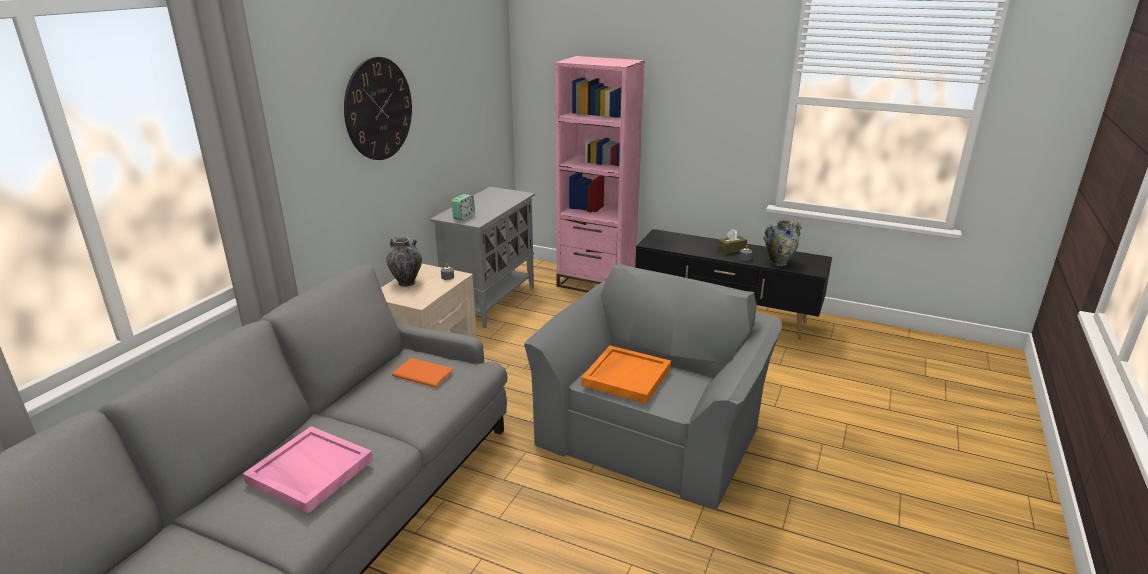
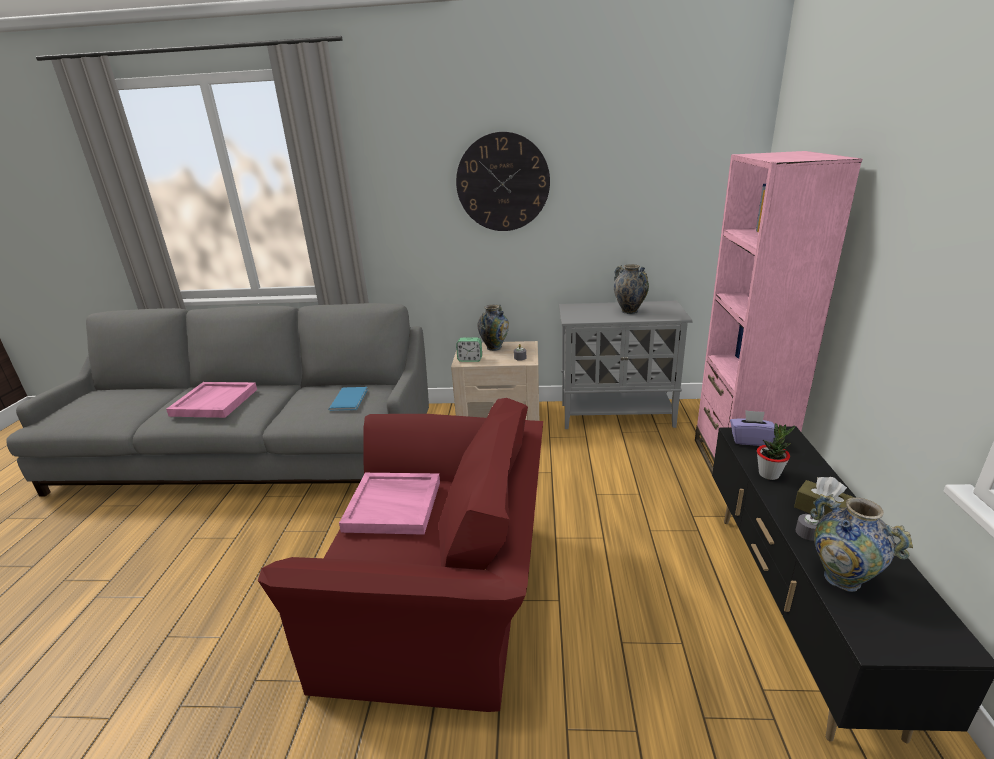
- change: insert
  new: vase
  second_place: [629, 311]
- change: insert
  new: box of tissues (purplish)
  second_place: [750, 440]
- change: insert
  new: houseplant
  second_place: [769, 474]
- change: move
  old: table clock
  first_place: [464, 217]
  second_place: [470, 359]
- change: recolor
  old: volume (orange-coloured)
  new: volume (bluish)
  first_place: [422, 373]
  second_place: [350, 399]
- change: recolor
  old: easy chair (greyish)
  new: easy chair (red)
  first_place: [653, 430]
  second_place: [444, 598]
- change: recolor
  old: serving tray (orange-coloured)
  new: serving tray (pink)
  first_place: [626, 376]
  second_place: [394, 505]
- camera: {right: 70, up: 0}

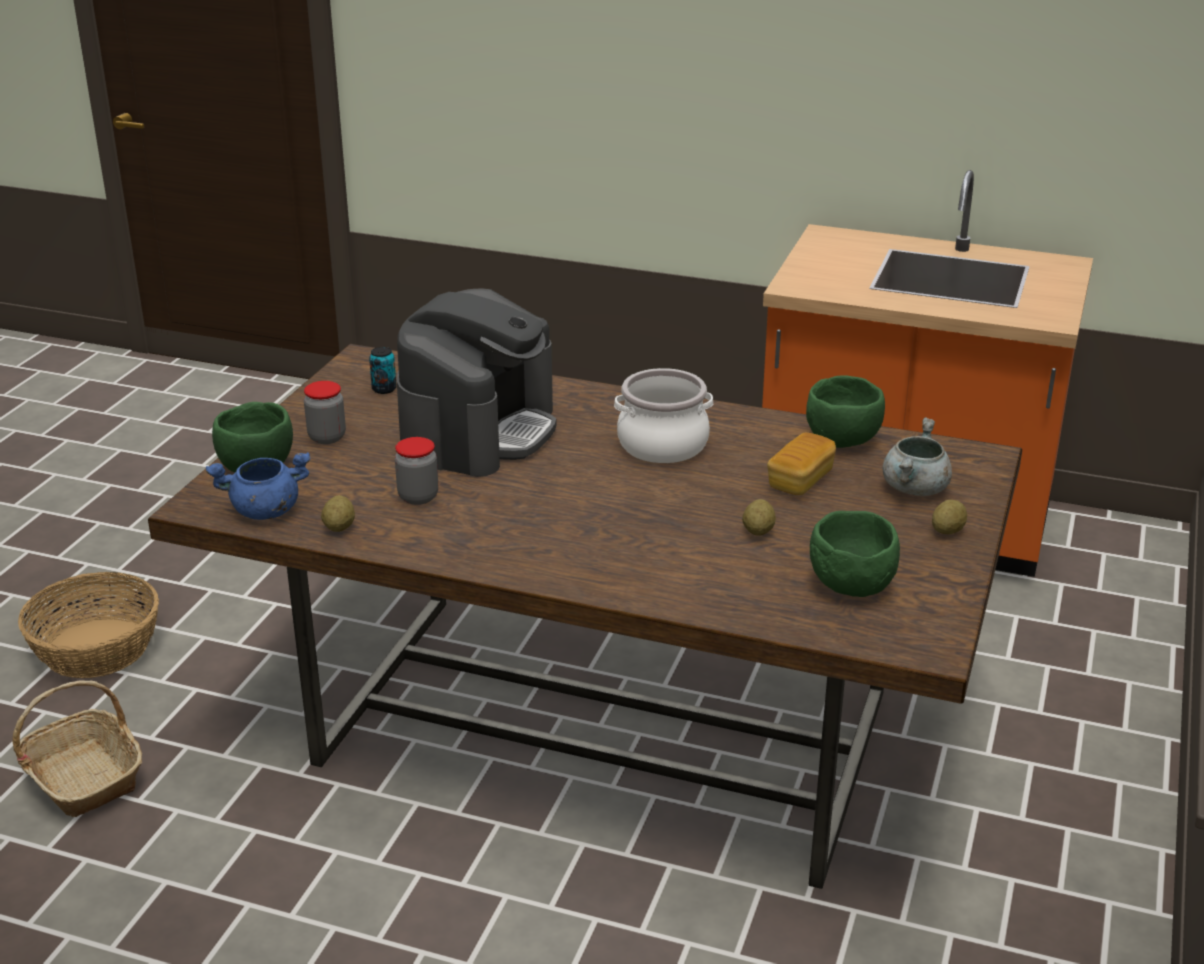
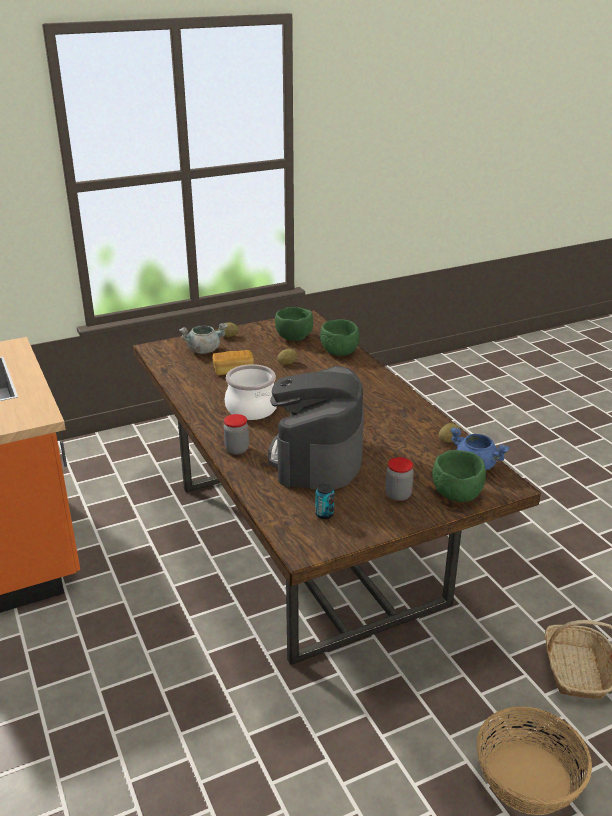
- change: move
  old: preserve jar
  first_place: [418, 497]
  second_place: [237, 449]
- change: move
  old: bowl (green)
  first_place: [843, 439]
  second_place: [338, 352]
- change: rotate
  old: coffee machine
  first_place: [479, 431]
  second_place: [317, 458]
  degrees: -60
- camera: {right: -135, up: 0}

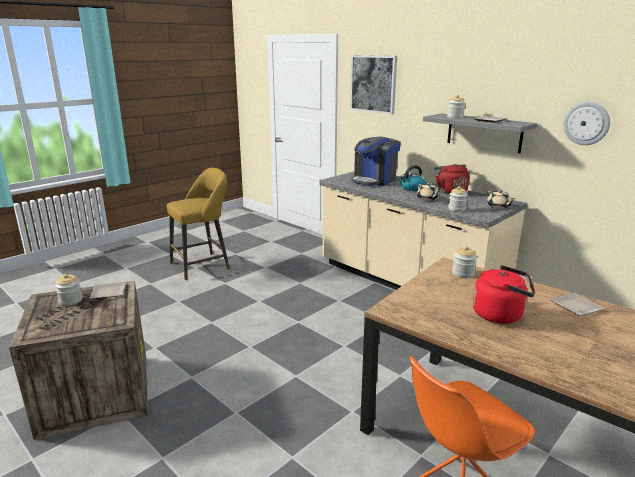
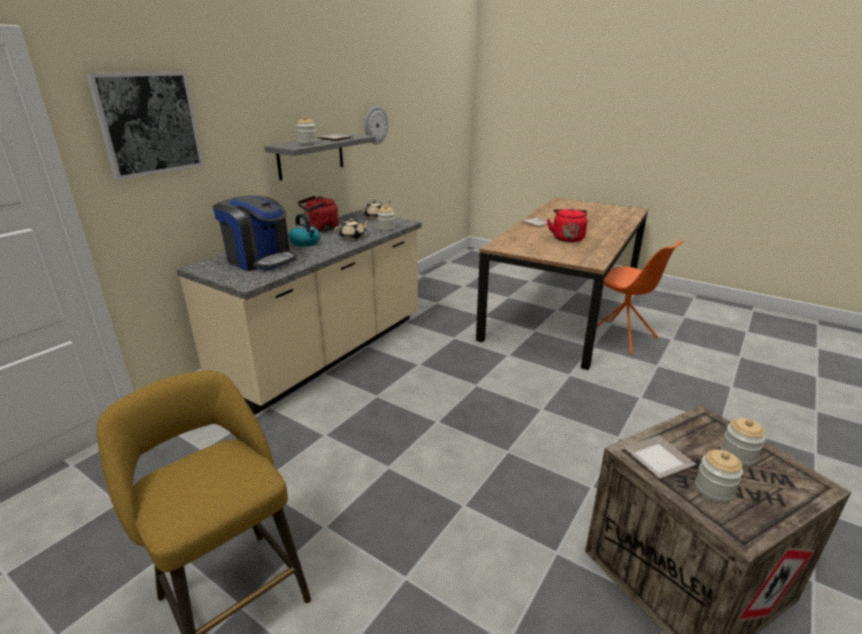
- change: move
  old: preserve jar
  first_place: [463, 273]
  second_place: [737, 456]
- camera: {right: -100, up: 5}

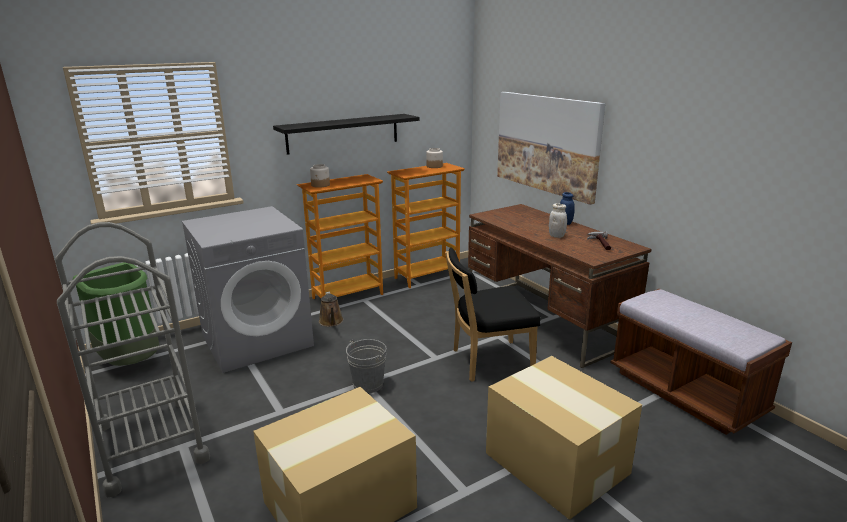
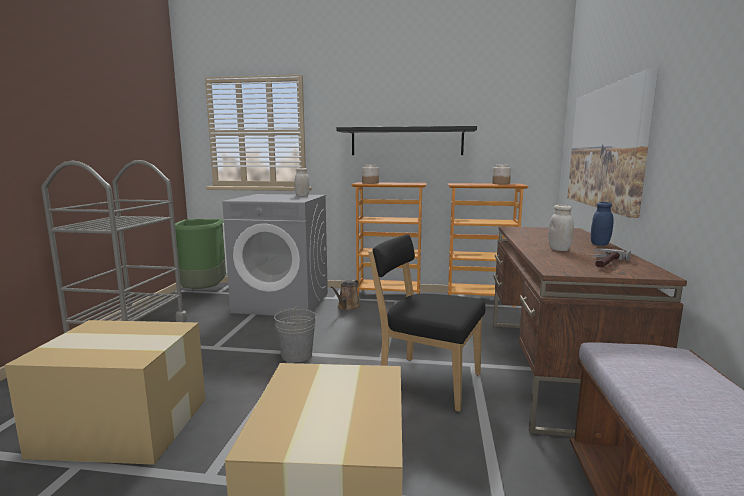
- change: insert
  new: preserve jar (whitish)
  second_place: [302, 196]
- camera: {right: 40, up: -10}

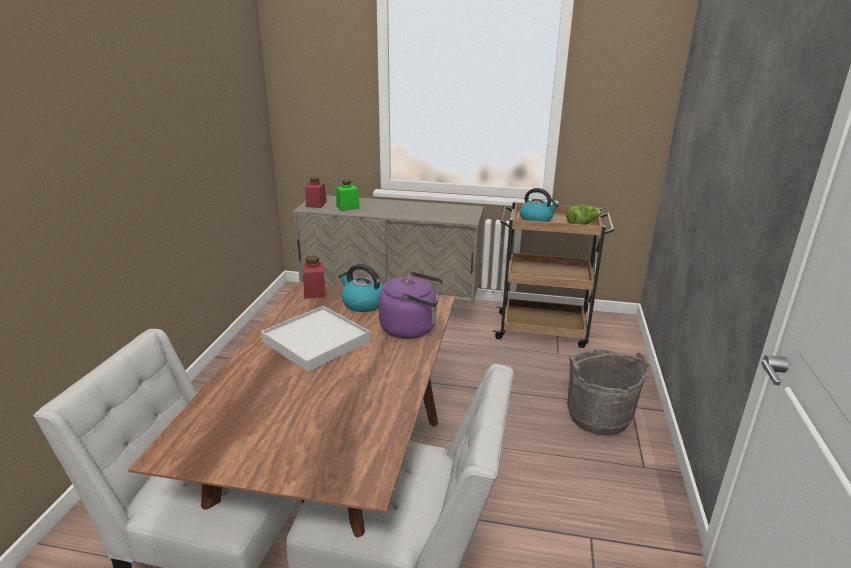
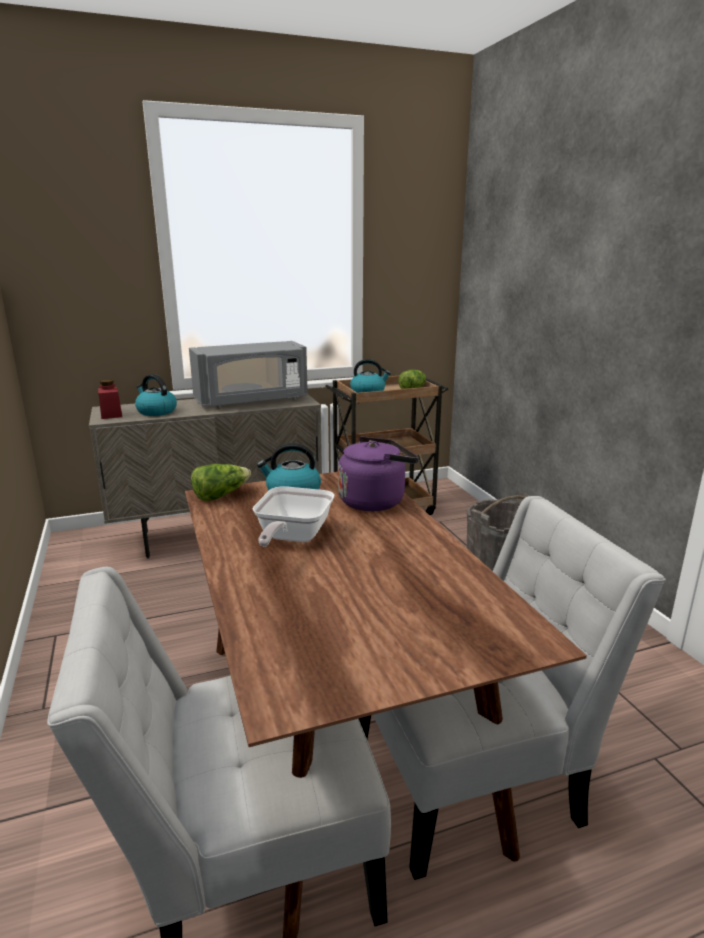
- change: insert
  new: microwave (greyish)
  second_place: [252, 401]
- change: replace
  old: serving tray (whitish)
  new: pan
  first_place: [316, 341]
  second_place: [291, 538]
- change: replace
  old: preserve jar (red)
  new: lettuce head
  first_place: [314, 292]
  second_place: [221, 495]
- change: replace
  old: preserve jar (green)
  new: water kettle
  first_place: [348, 207]
  second_place: [156, 411]
- camera: {right: -30, up: -5}

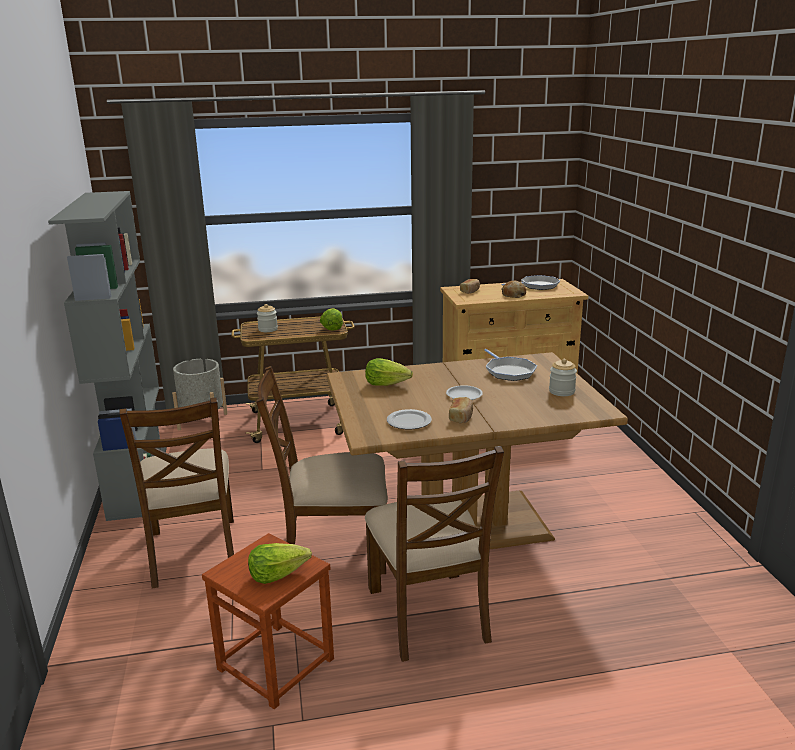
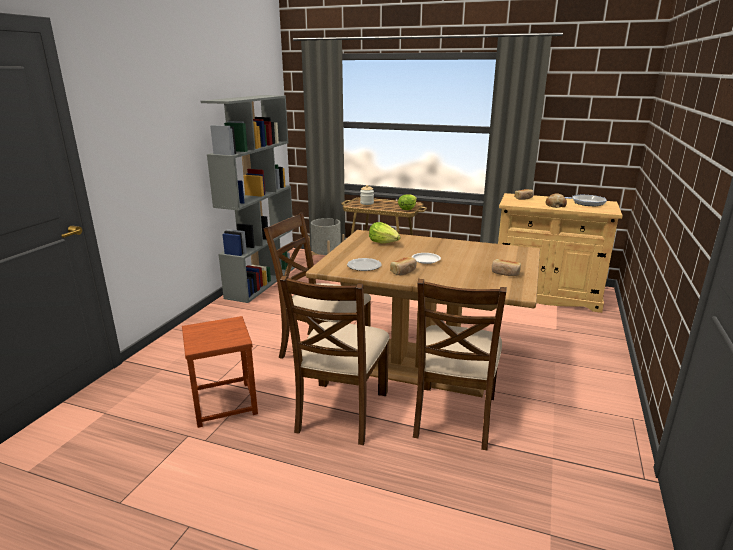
- change: delete
  old: lettuce head
  first_place: [277, 574]
- change: delete
  old: pan
  first_place: [509, 371]
- change: move
  old: upright chair (brownish)
  first_place: [193, 551]
  second_place: [453, 415]
- change: replace
  old: preserve jar
  new: baked bread
  first_place: [561, 391]
  second_place: [505, 273]
- camera: {right: 30, up: 0}

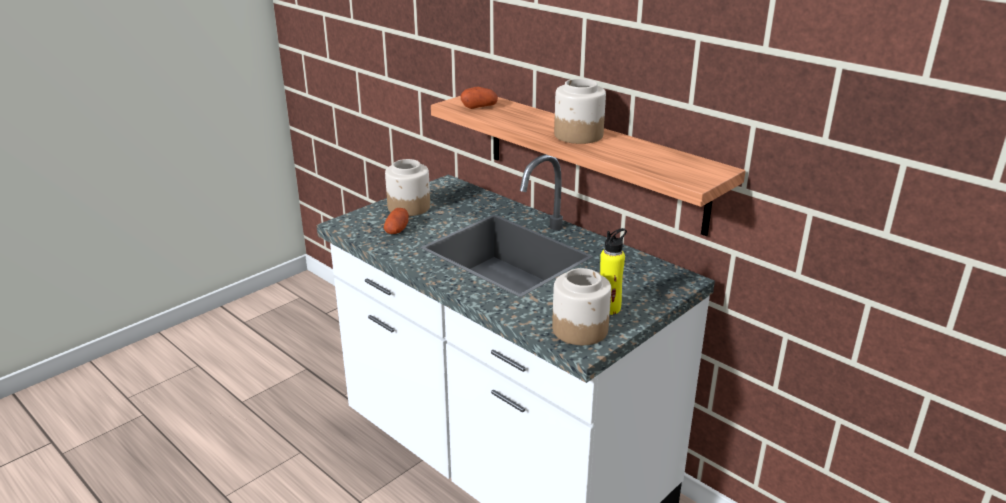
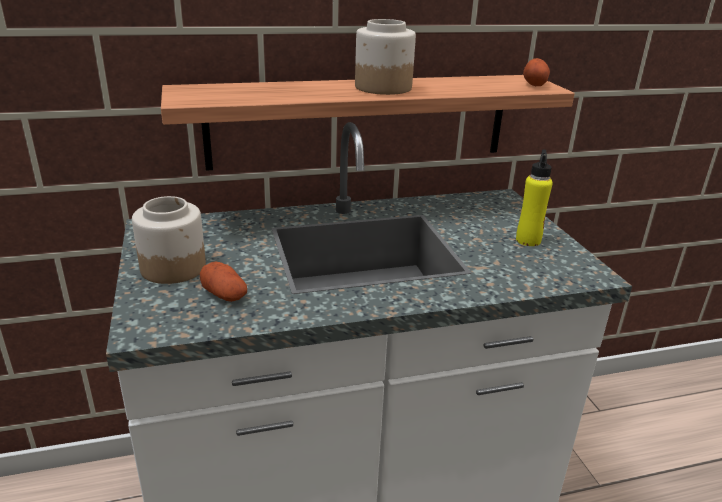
- change: delete
  old: preserve jar
  first_place: [580, 329]
- change: move
  old: spud
  first_place: [479, 107]
  second_place: [534, 84]
- camera: {right: -60, up: 0}

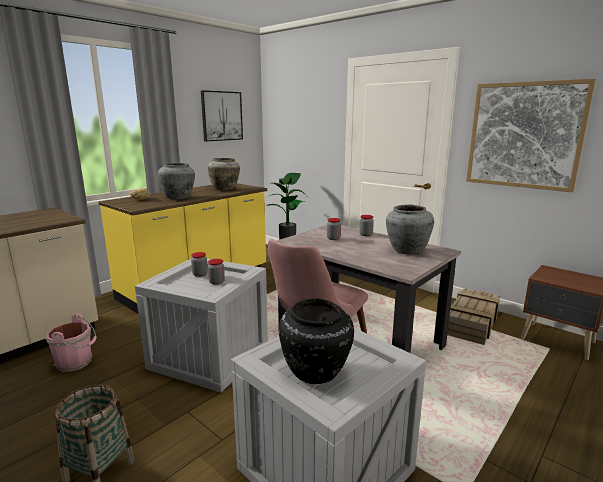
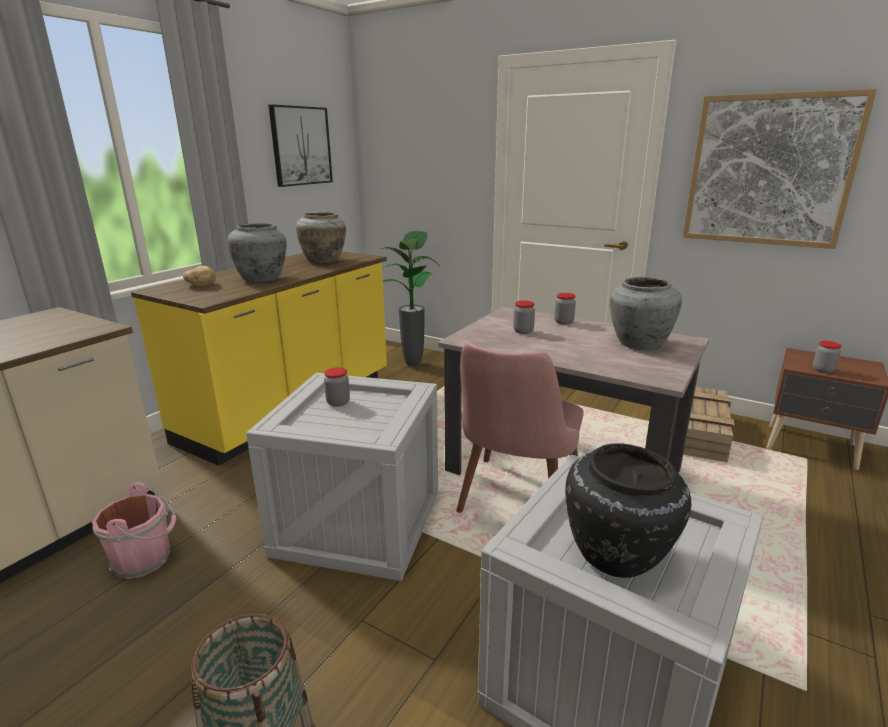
- change: move
  old: preserve jar
  first_place: [216, 282]
  second_place: [823, 370]
- camera: {right: -10, up: 5}

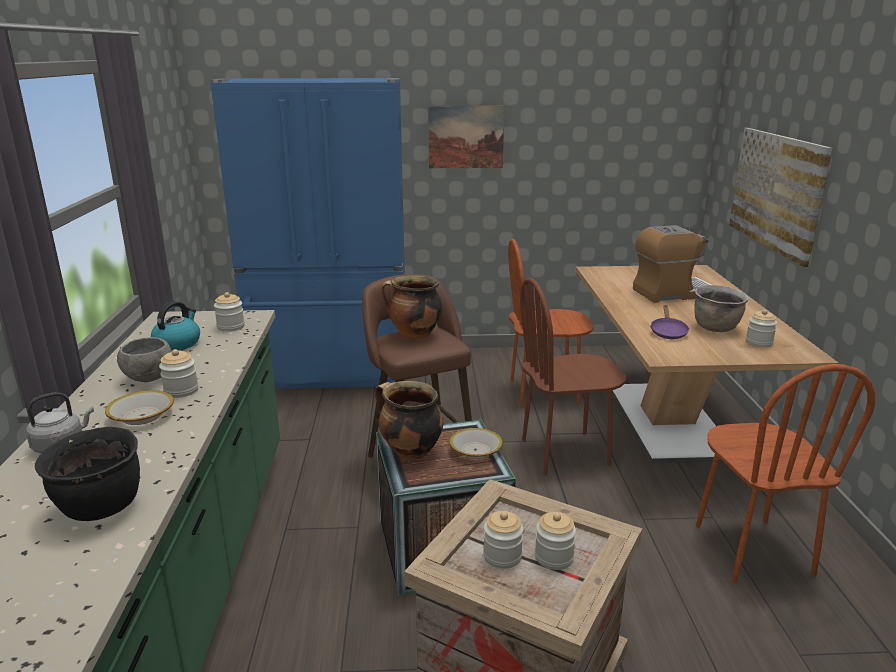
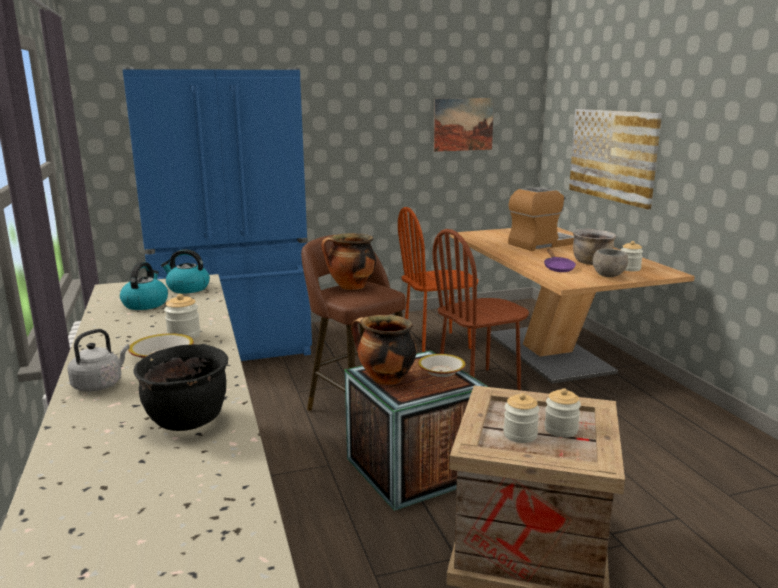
- change: delete
  old: upright chair (brownish)
  first_place: [751, 549]
- change: move
  old: bowl (greyish)
  first_place: [150, 378]
  second_place: [608, 275]
- change: move
  old: wall art
  first_place: [466, 137]
  second_place: [463, 124]
- change: replace
  old: preserve jar
  new: water kettle
  first_place: [231, 327]
  second_place: [187, 288]
- camera: {right: -15, up: -5}

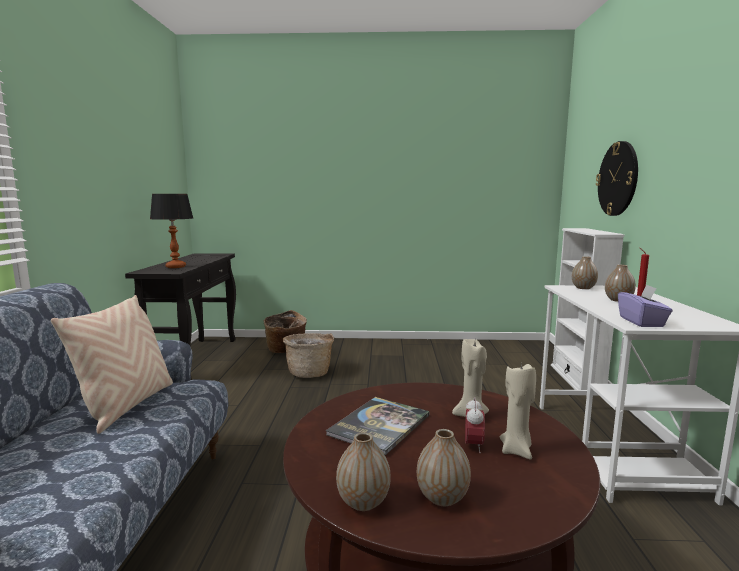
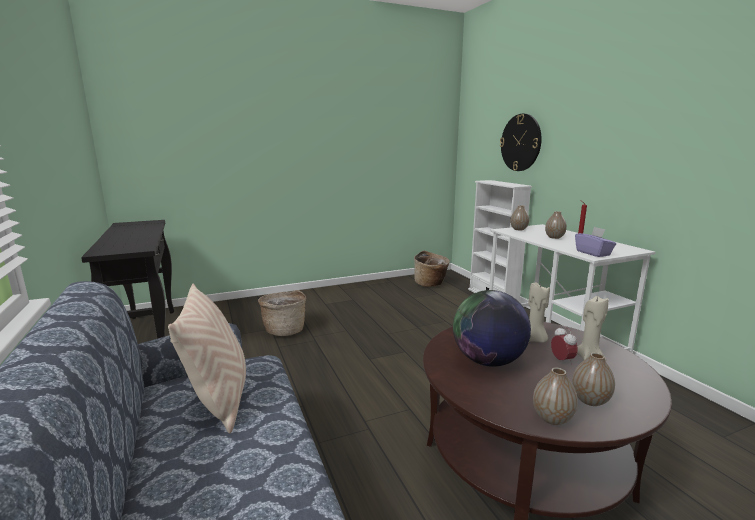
- change: delete
  old: table lamp
  first_place: [176, 267]
- change: move
  old: storage basket
  first_place: [286, 350]
  second_place: [430, 284]
- change: replace
  old: volume
  new: world globe
  first_place: [379, 425]
  second_place: [488, 361]
- camera: {right: -25, up: 5}

